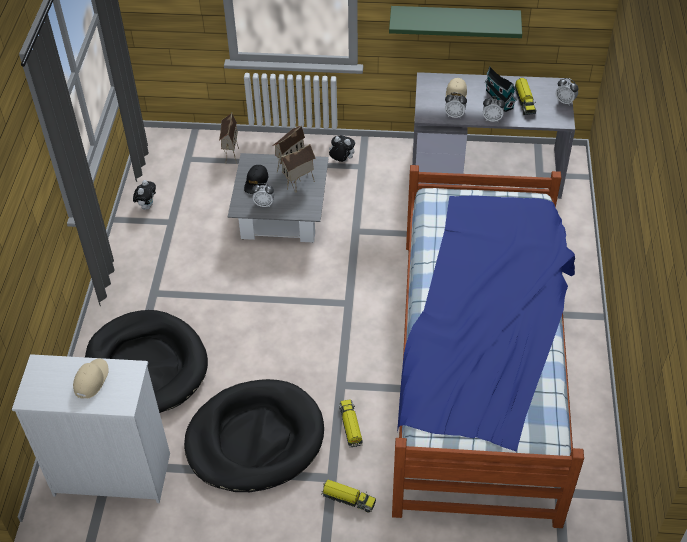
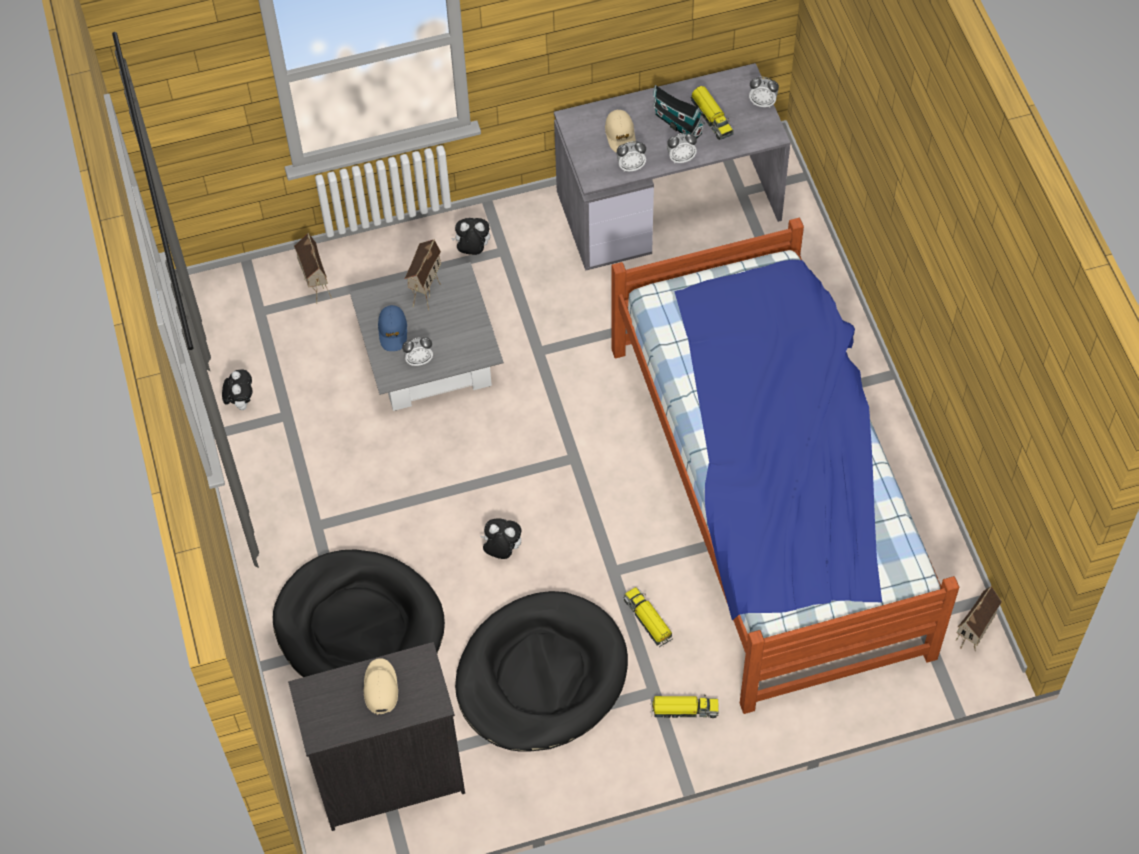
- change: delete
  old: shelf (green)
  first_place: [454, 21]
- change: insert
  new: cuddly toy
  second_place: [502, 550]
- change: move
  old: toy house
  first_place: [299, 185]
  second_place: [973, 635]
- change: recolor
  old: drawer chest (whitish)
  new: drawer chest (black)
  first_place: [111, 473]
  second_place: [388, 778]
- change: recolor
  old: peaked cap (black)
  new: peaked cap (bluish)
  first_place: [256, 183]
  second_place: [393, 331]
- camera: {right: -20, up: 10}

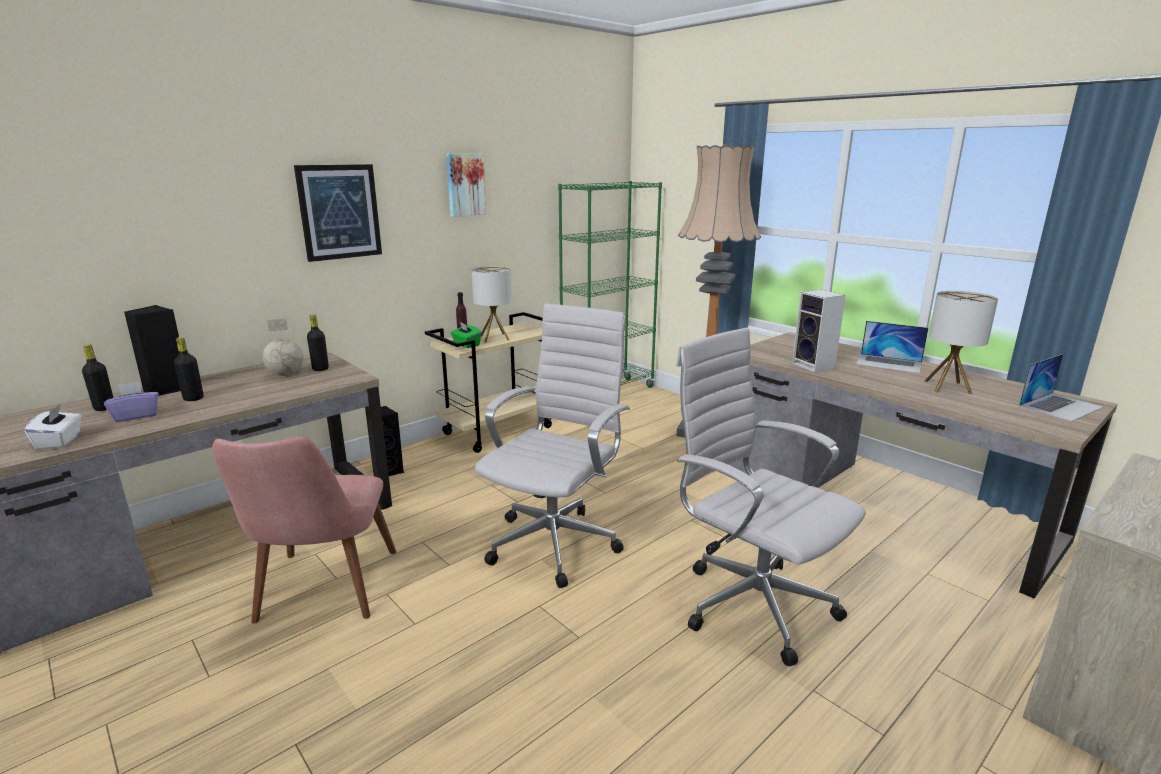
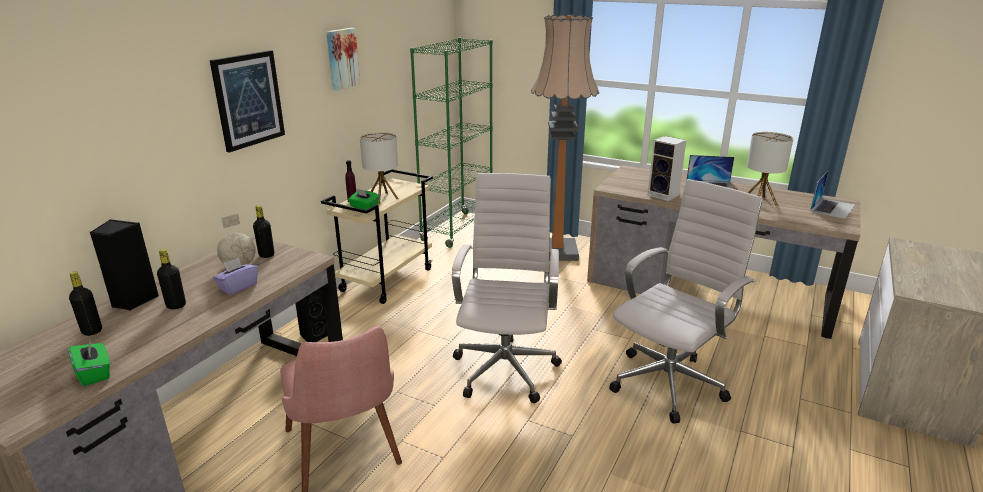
- change: move
  old: box of tissues (purplish)
  first_place: [136, 415]
  second_place: [238, 287]
- change: recolor
  old: box of tissues (whitish)
  new: box of tissues (green)
  first_place: [60, 441]
  second_place: [95, 373]
- change: rotate
  old: computer chair (whitish)
  first_place: [751, 602]
  second_place: [670, 382]
  degrees: 105
- camera: {right: -20, up: 5}

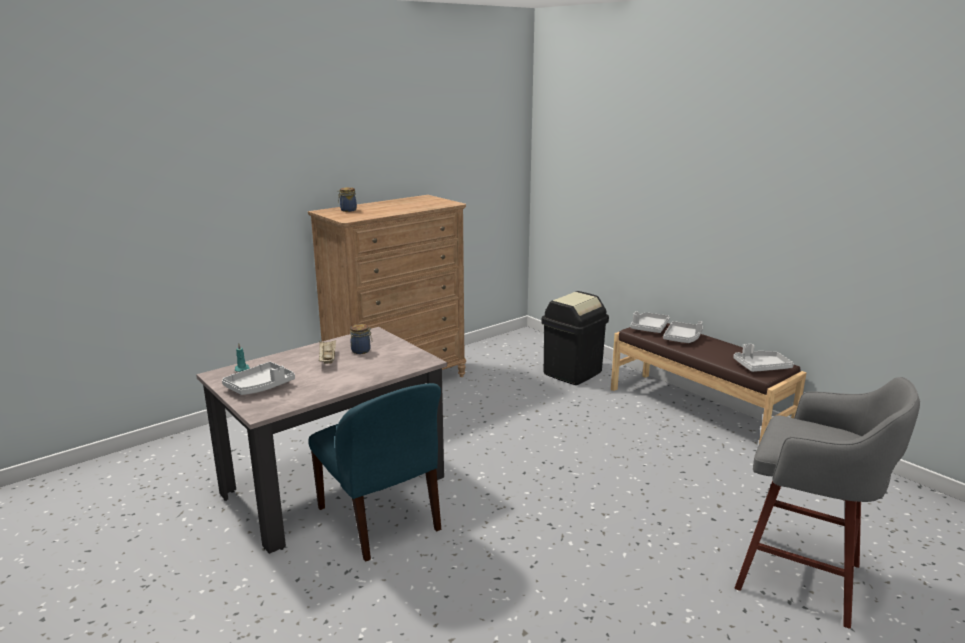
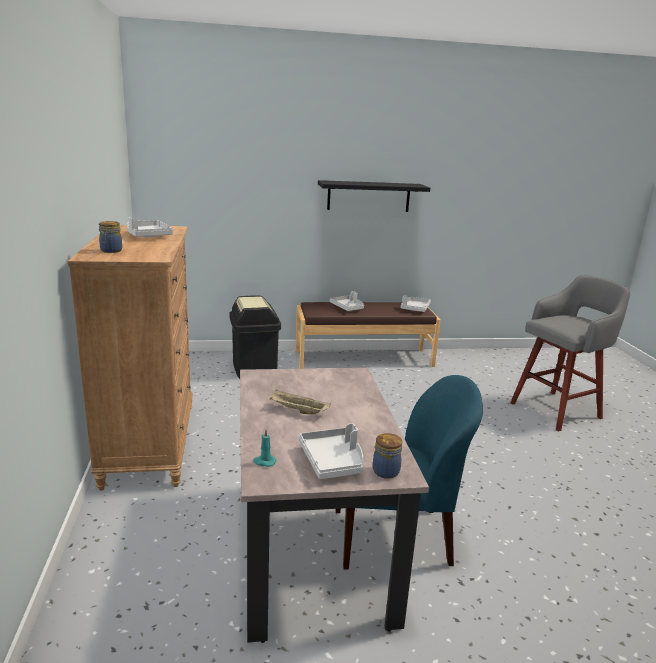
- change: insert
  new: shelf (black)
  second_place: [368, 196]
- change: move
  old: preserve jar
  first_place: [362, 351]
  second_place: [386, 471]
- change: move
  old: serving tray (greyish)
  first_place: [649, 328]
  second_place: [147, 236]
- camera: {right: -60, up: 0}

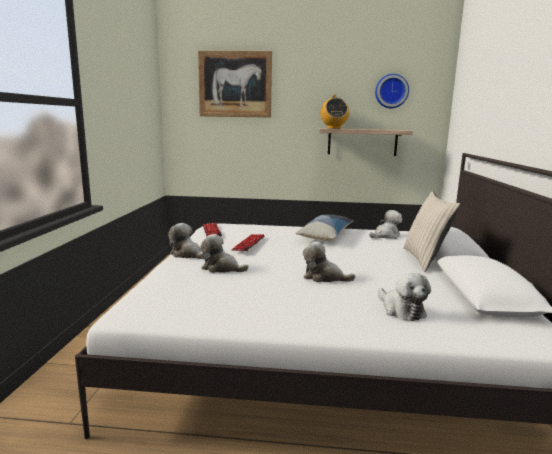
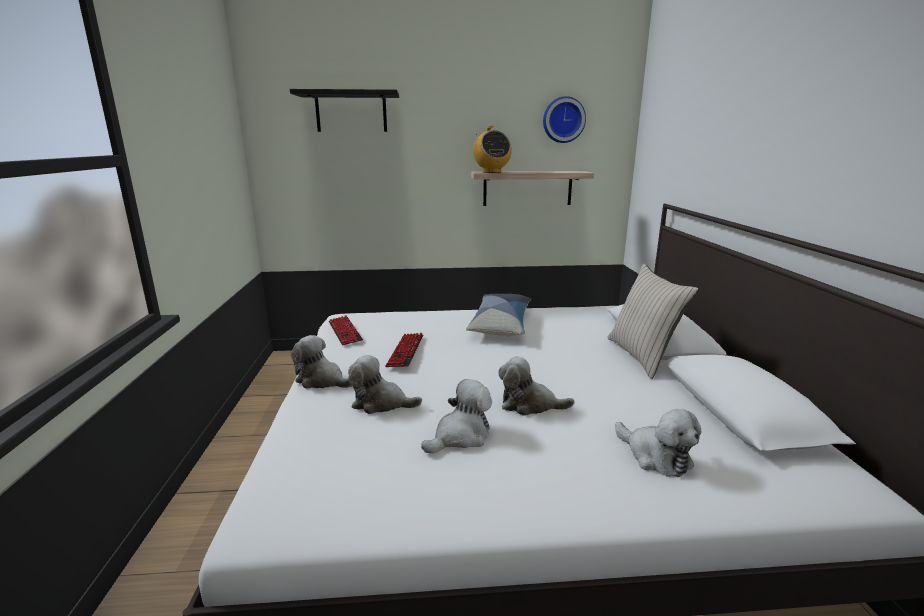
- change: move
  old: cuddly toy
  first_place: [386, 236]
  second_place: [460, 436]
- change: replace
  old: wall art
  new: shelf (black)
  first_place: [235, 84]
  second_place: [351, 112]
- camera: {right: -10, up: 5}

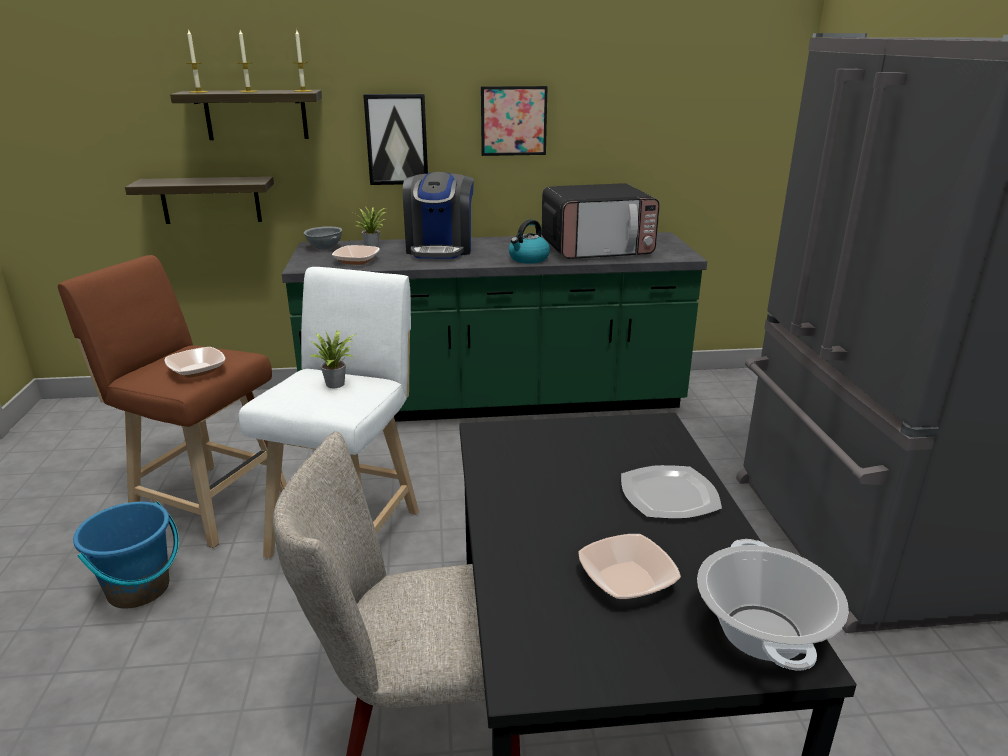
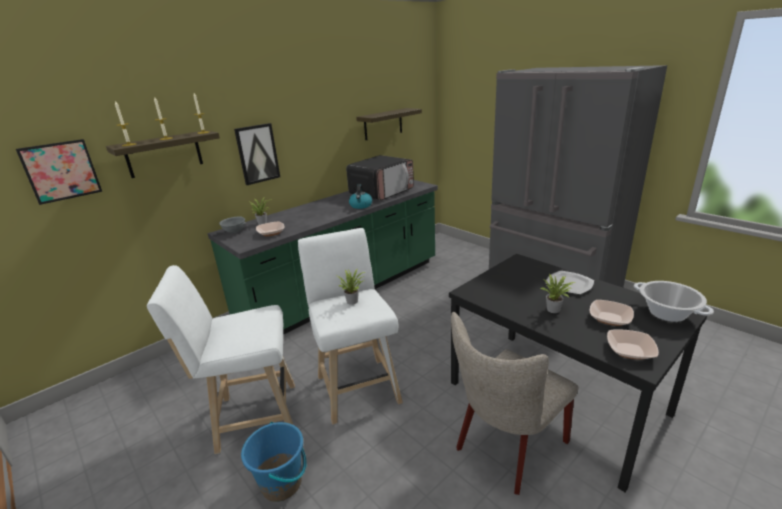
- change: delete
  old: coffee machine
  first_place: [440, 249]
- change: insert
  new: houseplant
  second_place: [555, 310]
- change: move
  old: shelf
  first_place: [210, 200]
  second_place: [383, 124]
- change: move
  old: bowl
  first_place: [197, 370]
  second_place: [630, 351]
- change: move
  old: wall art
  first_place: [513, 121]
  second_place: [61, 171]
- change: recolor
  old: sitting stool (brownish)
  new: sitting stool (whitish)
  first_place: [205, 502]
  second_place: [252, 418]
- camera: {right: -35, up: 0}

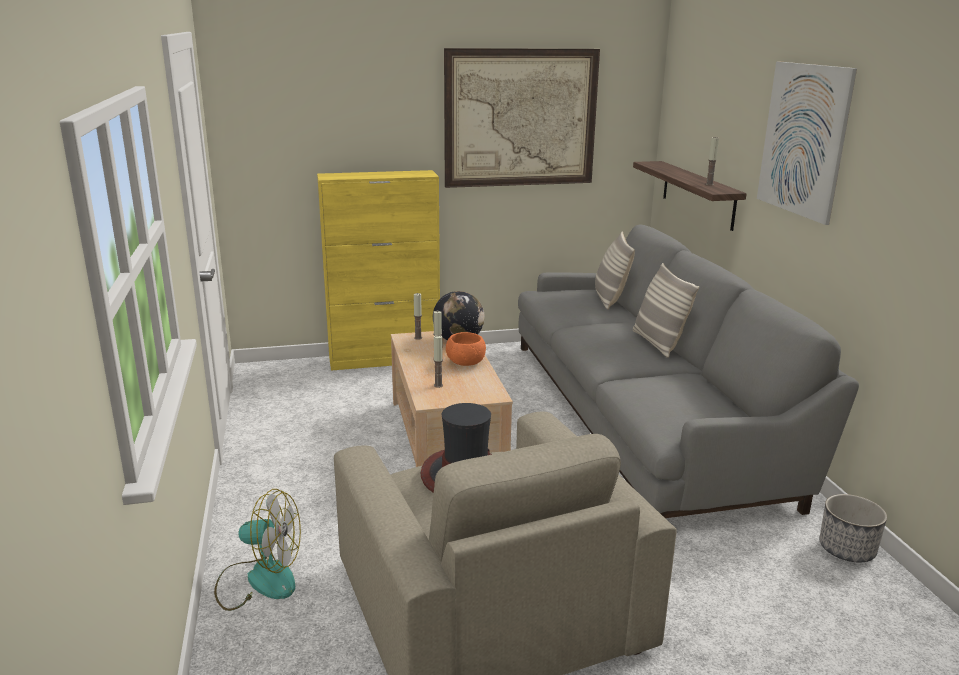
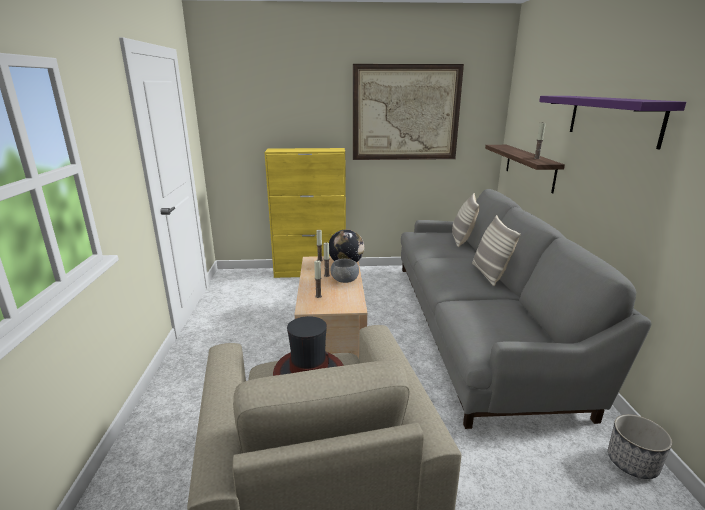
- change: delete
  old: cooling fan
  first_place: [259, 580]
- change: replace
  old: wall art
  new: shelf (purplish)
  first_place: [803, 140]
  second_place: [612, 119]
- change: recolor
  old: bowl (orange-coloured)
  new: bowl (greyish)
  first_place: [465, 362]
  second_place: [344, 280]
- camera: {right: 10, up: 0}

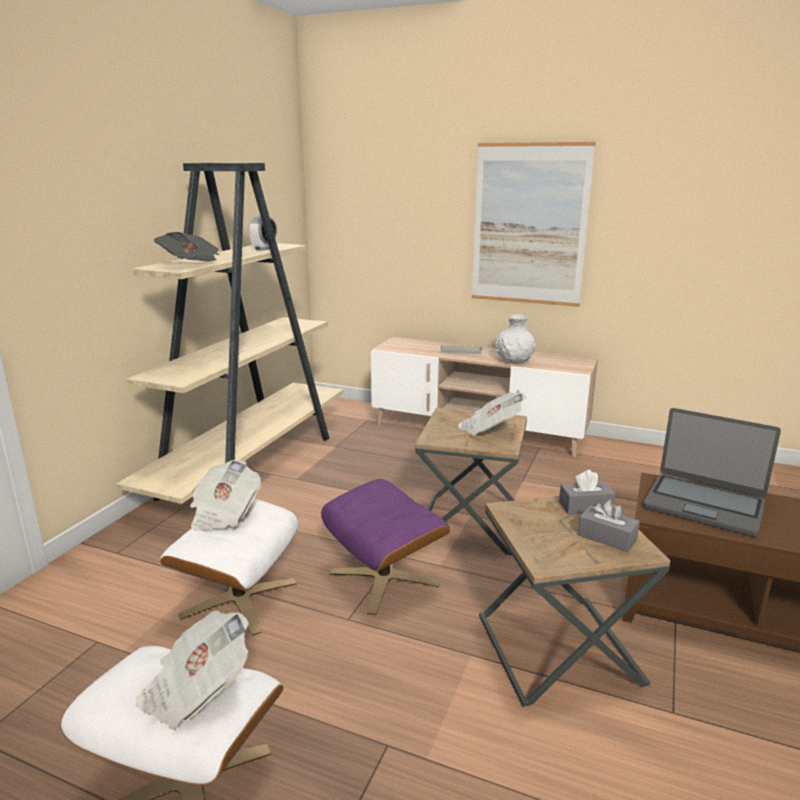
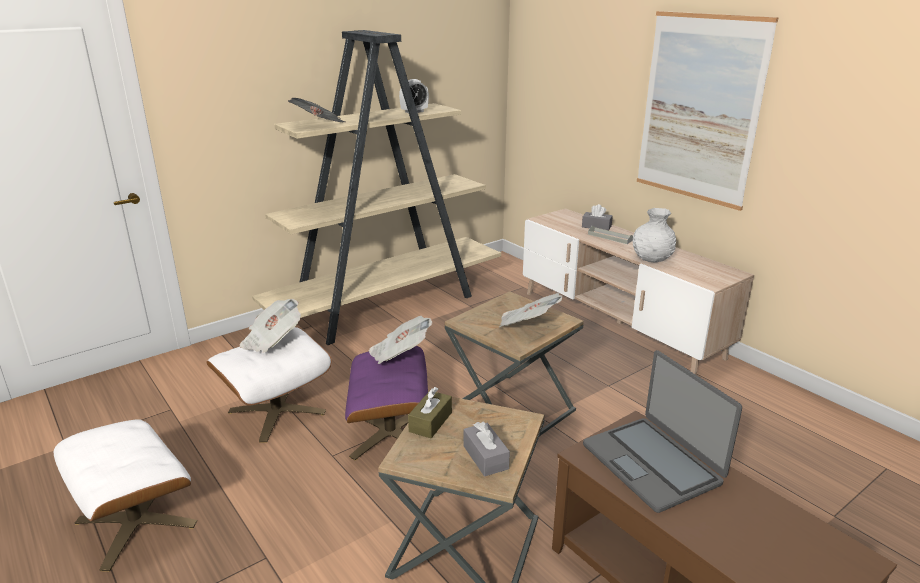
- change: insert
  new: box of tissues (brownish)
  second_place: [430, 422]
- change: move
  old: daily paper
  first_place: [196, 690]
  second_place: [399, 354]
- change: move
  old: box of tissues (greyish)
  first_place: [585, 506]
  second_place: [596, 226]
- camera: {right: 30, up: 5}

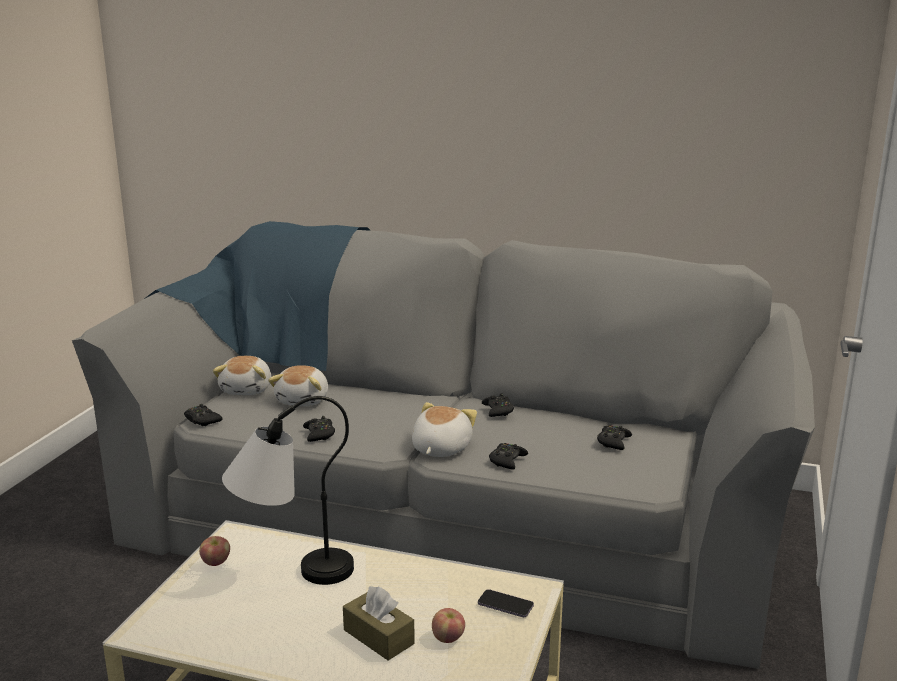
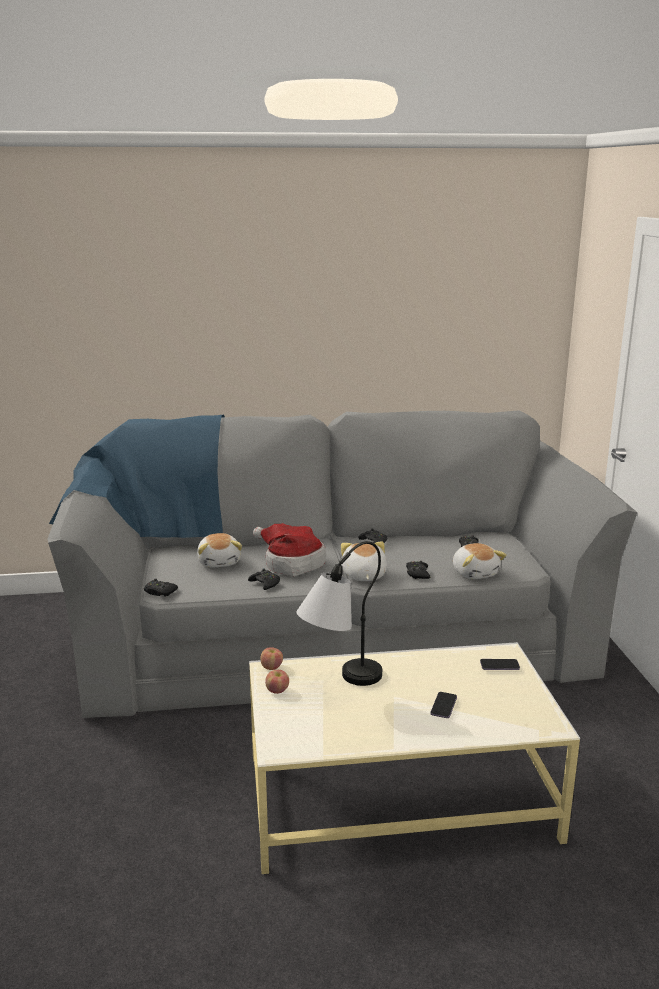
- change: insert
  new: hat
  second_place: [291, 563]
- change: move
  old: cuddly toy
  first_place: [247, 389]
  second_place: [475, 573]
- change: move
  old: whole apple
  first_place: [448, 638]
  second_place: [271, 667]
- change: replace
  old: box of tissues (brownish)
  new: telephone
  first_place: [378, 637]
  second_place: [443, 706]
- camera: {right: -25, up: 0}

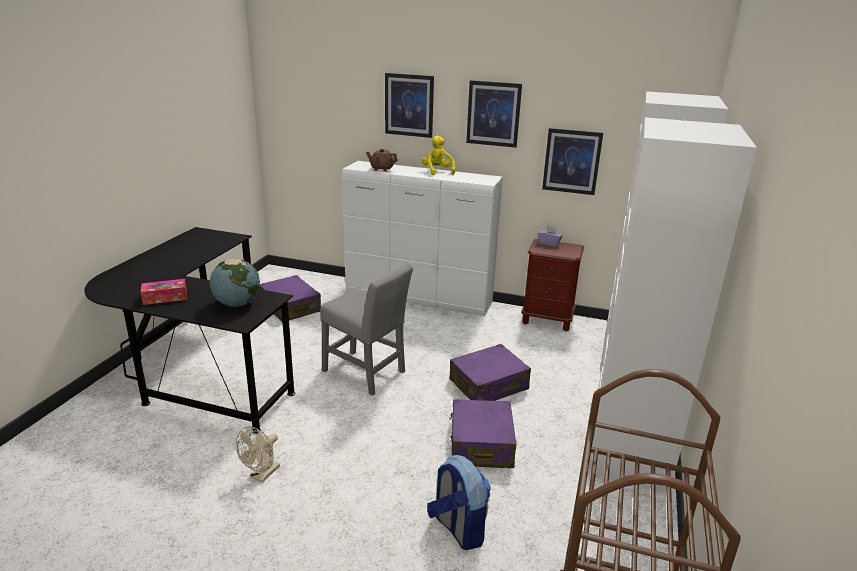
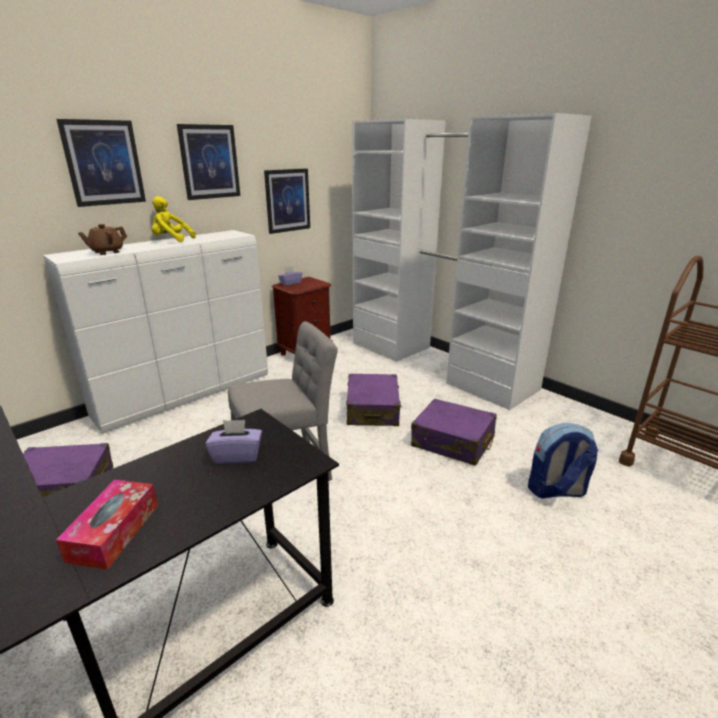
- change: delete
  old: cooling fan (beige-coloured)
  first_place: [262, 475]
- change: replace
  old: world globe
  new: box of tissues (purplish)
  first_place: [237, 304]
  second_place: [237, 455]
- camera: {right: -60, up: 0}

